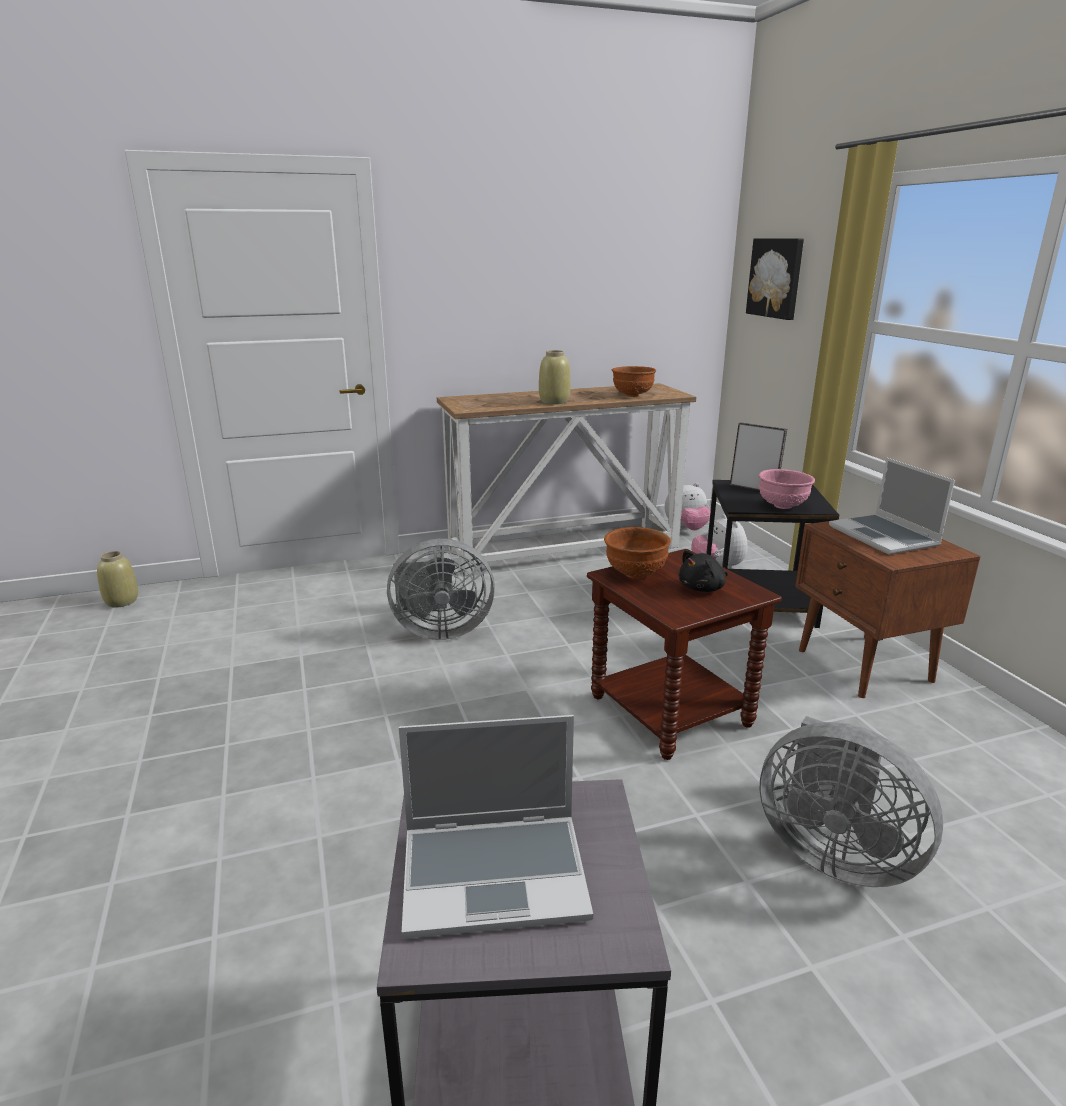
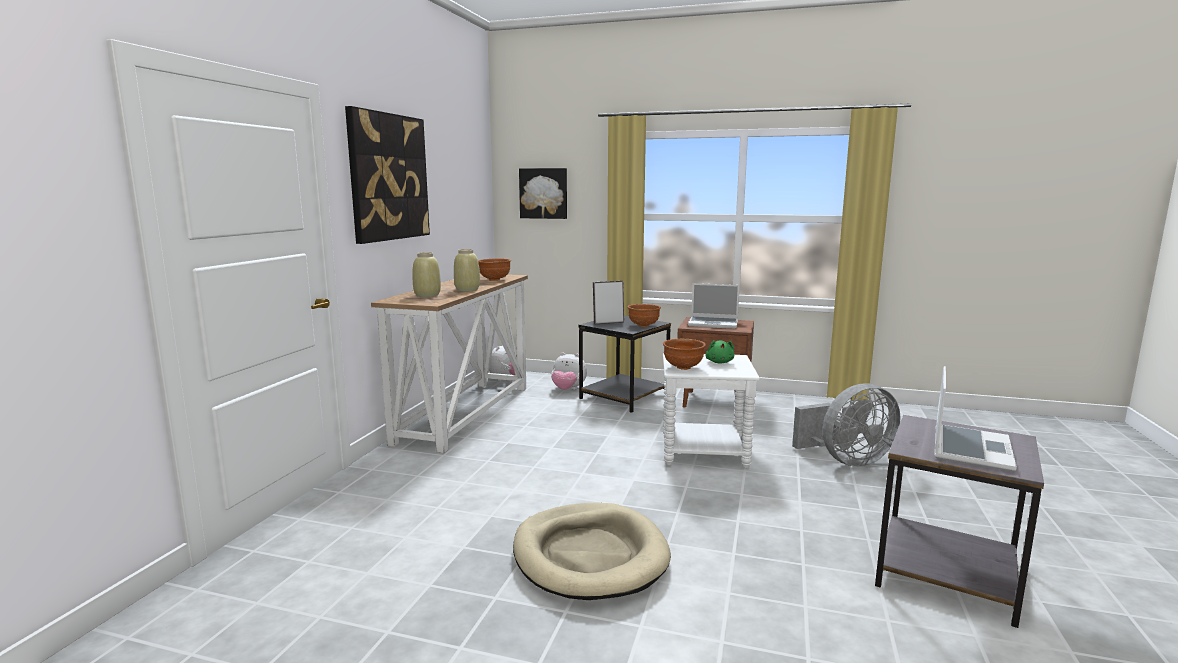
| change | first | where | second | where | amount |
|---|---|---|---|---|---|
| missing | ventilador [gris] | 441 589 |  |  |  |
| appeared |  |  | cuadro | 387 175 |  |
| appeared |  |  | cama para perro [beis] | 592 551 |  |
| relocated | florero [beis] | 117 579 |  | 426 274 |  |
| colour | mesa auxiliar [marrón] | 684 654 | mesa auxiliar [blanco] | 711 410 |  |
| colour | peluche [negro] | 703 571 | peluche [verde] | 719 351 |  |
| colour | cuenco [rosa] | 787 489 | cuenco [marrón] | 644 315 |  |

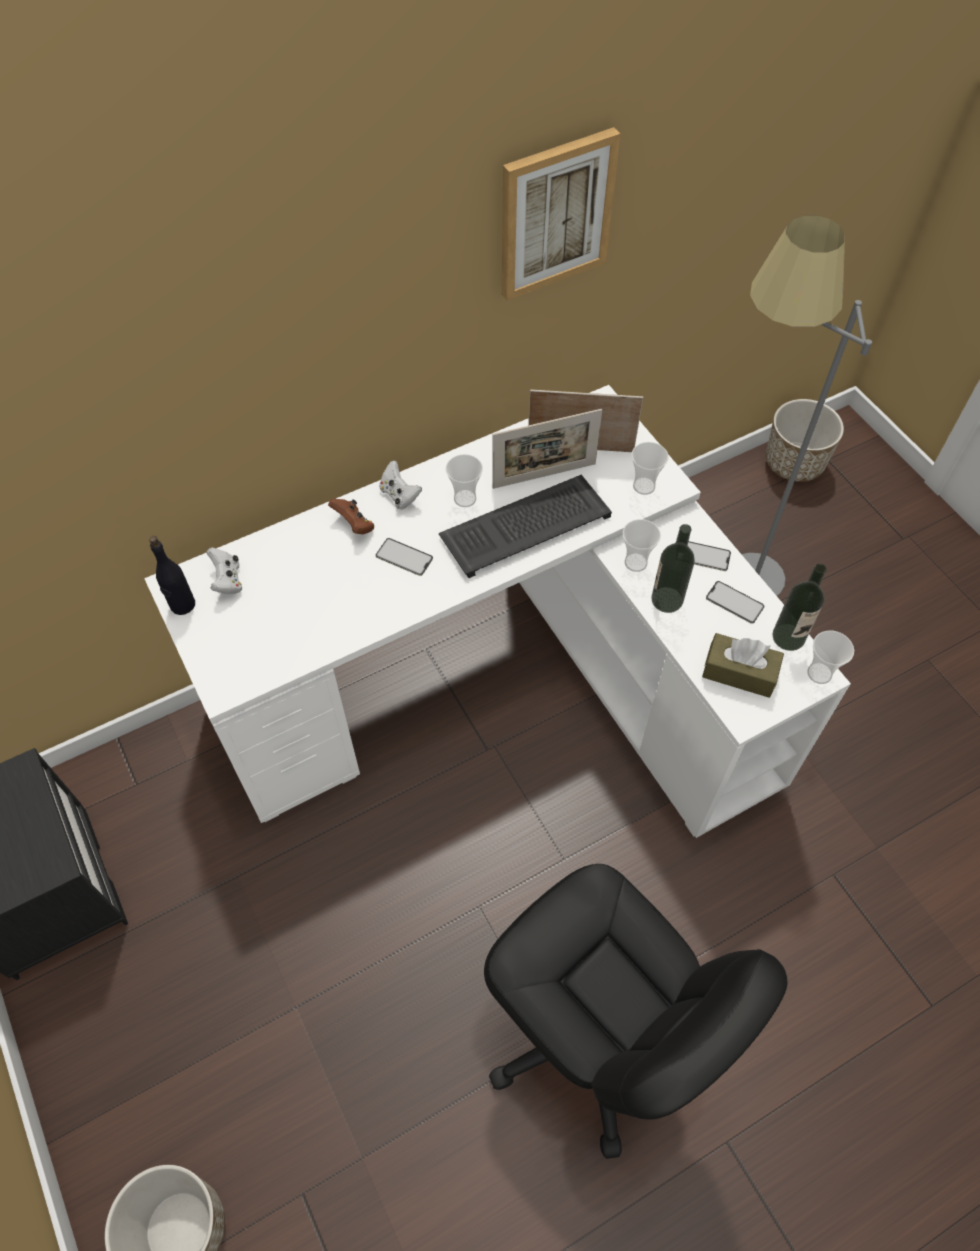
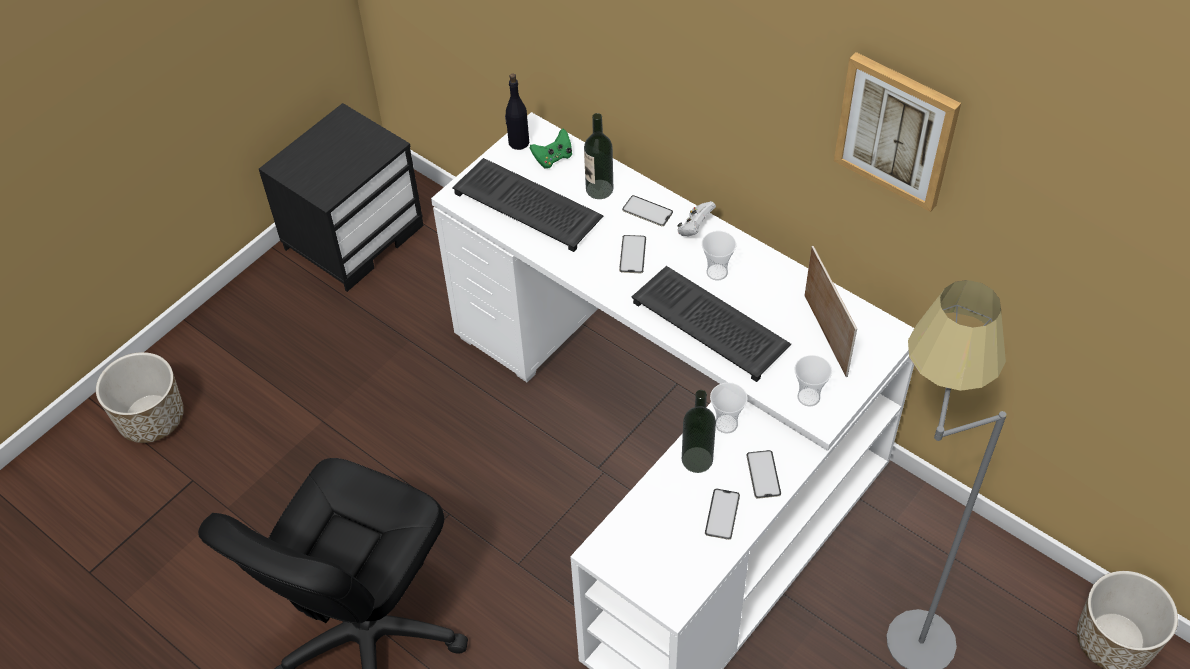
| change | first | where | second | where | amount |
|---|---|---|---|---|---|
| missing | portarretratos | 547 449 |  |  |  |
| missing | caja de pañuelos [marrón] | 743 665 |  |  |  |
| missing | taza | 830 657 |  |  |  |
| appeared |  |  | teclado | 527 205 |  |
| relocated | botella | 799 607 |  | 598 156 |  |
| exchanged | mando de consola [marrón] | 351 516 | móvil | 647 210 |  |
| colour | mando de consola [blanco] | 224 571 | mando de consola [verde] | 551 149 |  |

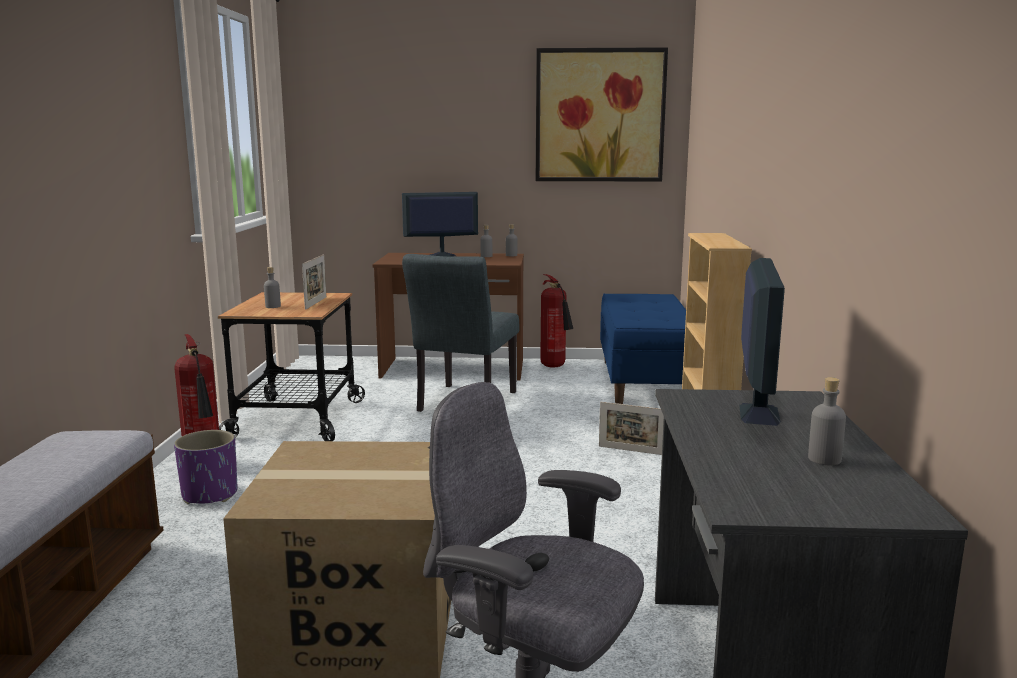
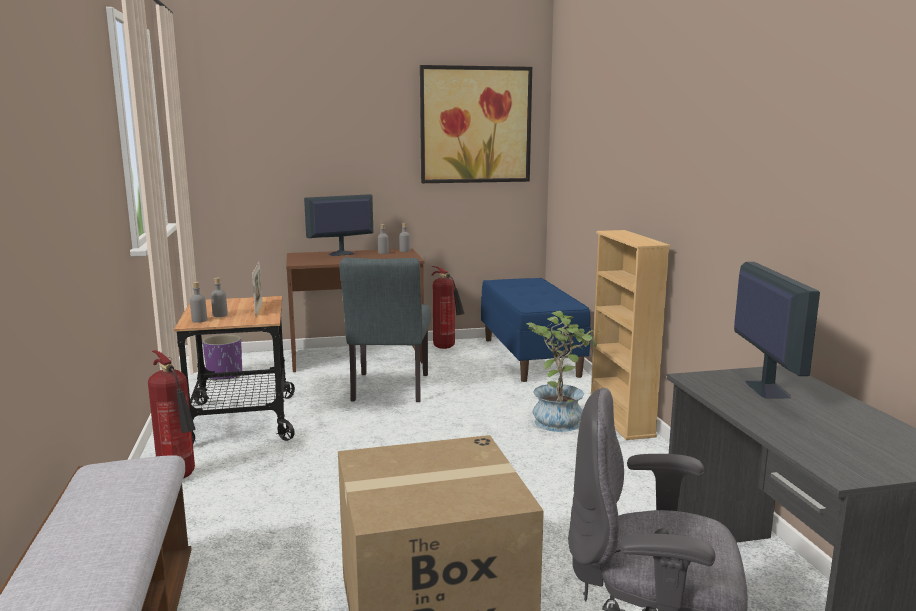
| change | first | where | second | where | amount |
|---|---|---|---|---|---|
| relocated | maceta [morado] | 205 467 |  | 222 357 |  |
| relocated | botella [gris] | 827 421 |  | 198 302 |  |
| exchanged | portarretratos | 631 428 | planta en maceta | 562 371 |  |

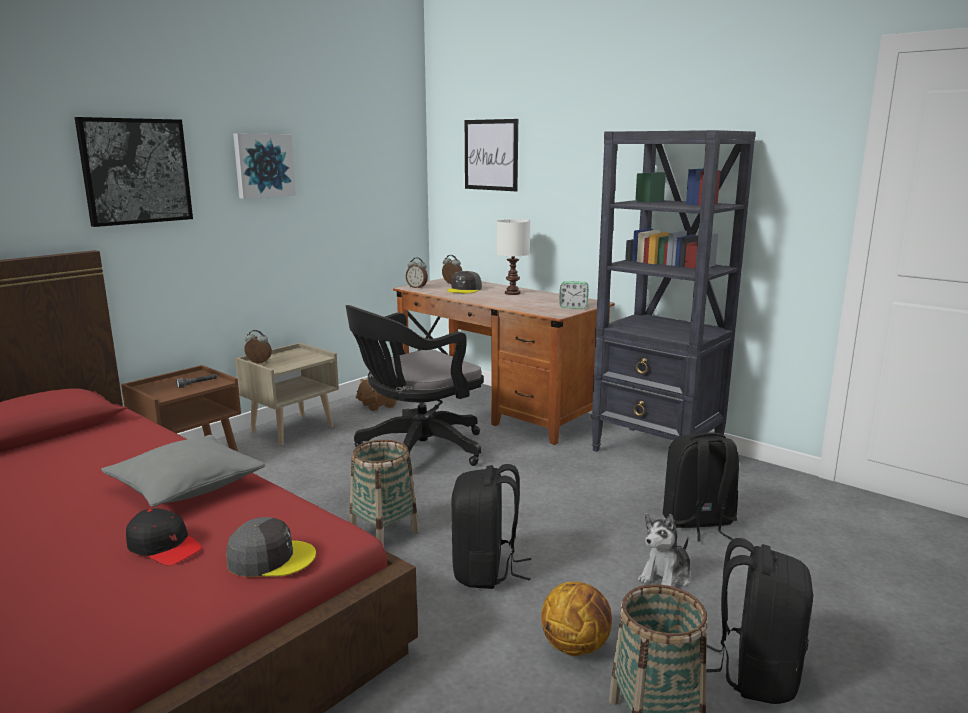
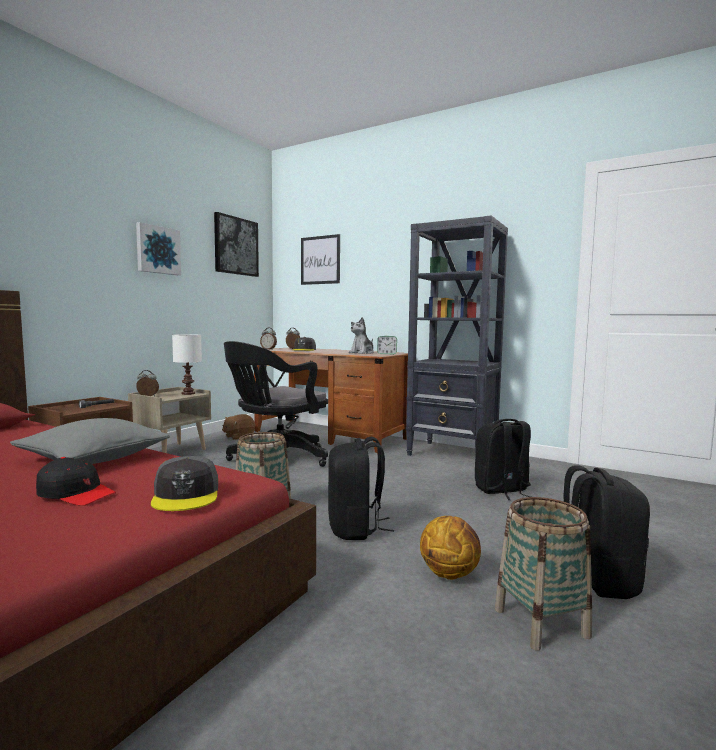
| change | first | where | second | where | amount |
|---|---|---|---|---|---|
| relocated | cuadro | 134 172 |  | 236 244 |  |
| relocated | lámpara de mesa [blanco] | 513 257 |  | 187 364 |  |
| relocated | peluche | 664 550 |  | 361 335 |  |
| spun | gorra [gris] | 271 547 |  | 184 483 | 90 degrees clockwise |

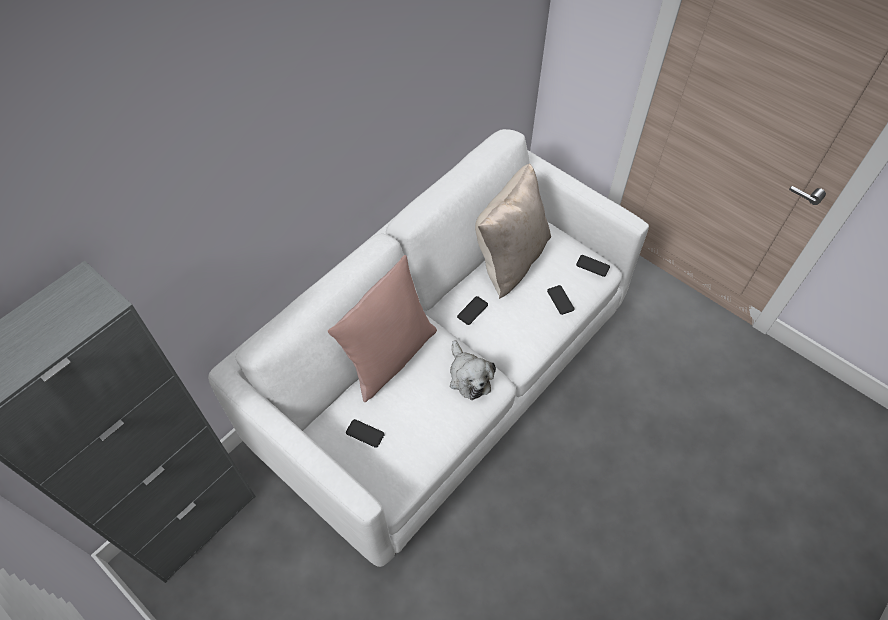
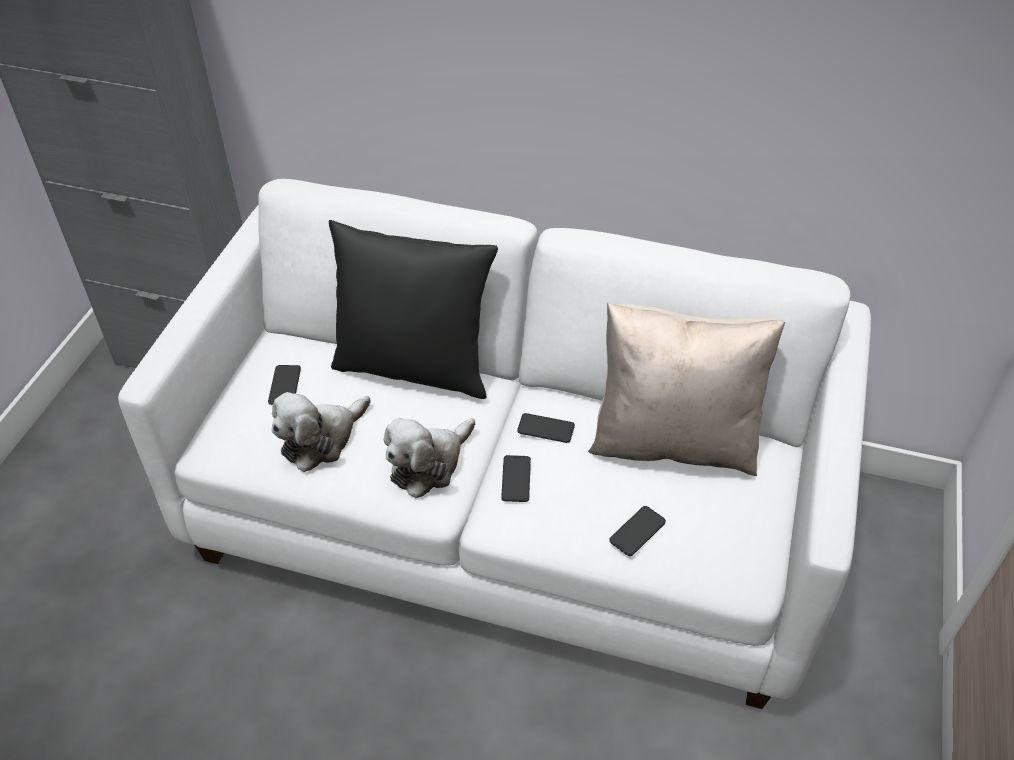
| change | first | where | second | where | amount |
|---|---|---|---|---|---|
| appeared |  |  | peluche | 321 432 |  |
| relocated | móvil | 593 266 |  | 516 478 |  |
| colour | cojín [rosa] | 382 328 | cojín [negro] | 413 309 |  |

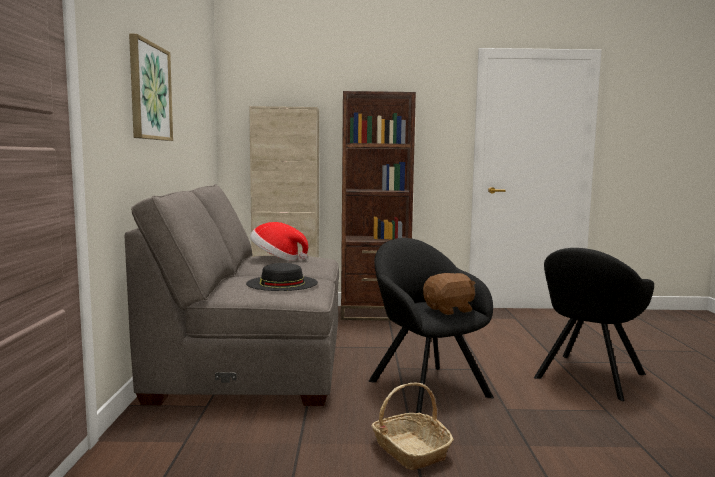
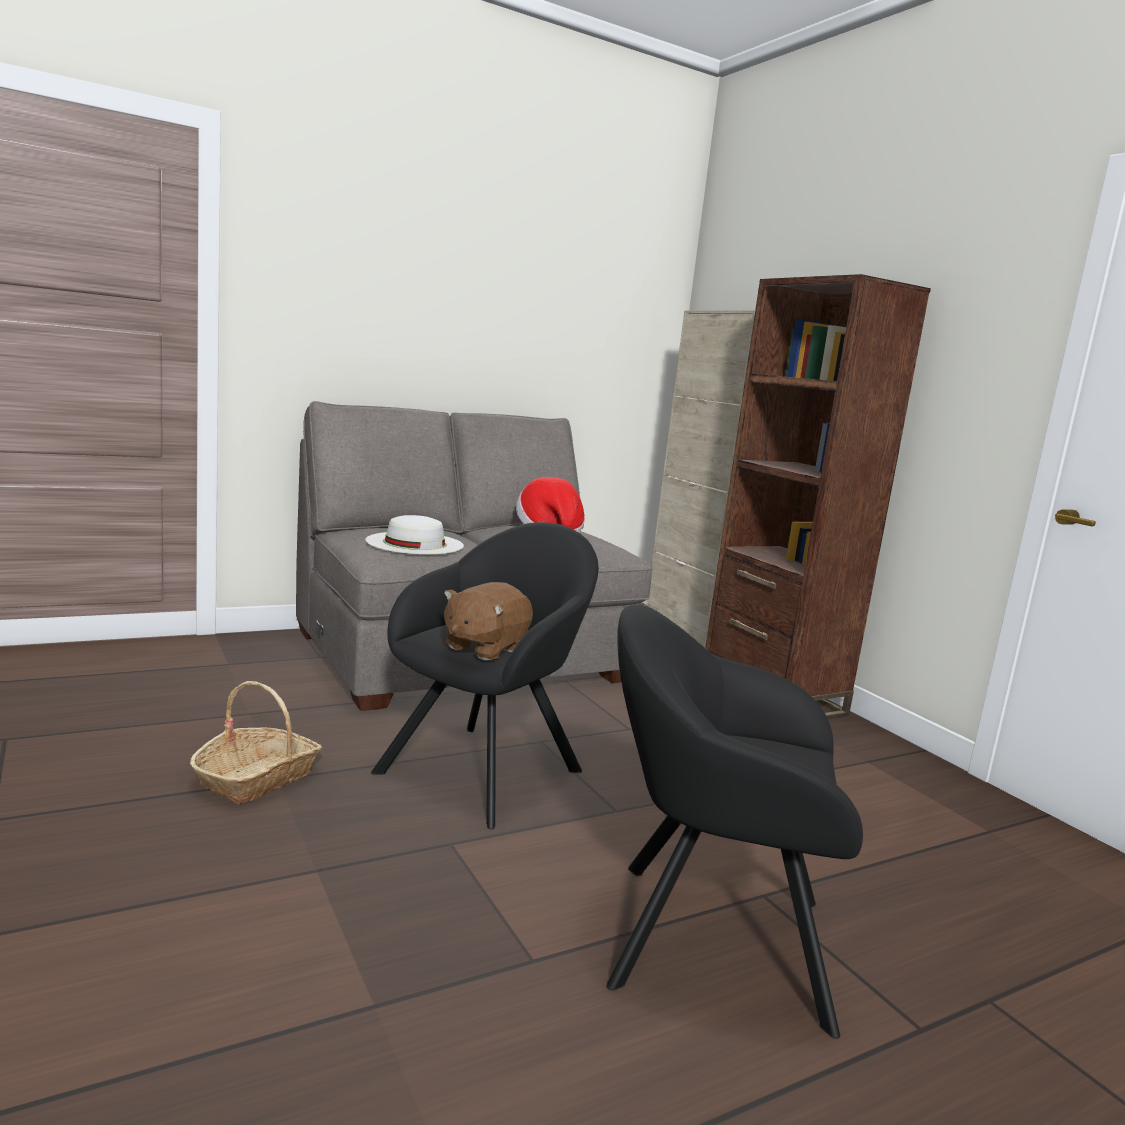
| change | first | where | second | where | amount |
|---|---|---|---|---|---|
| missing | cuadro | 151 87 |  |  |  |
| colour | sombrero [negro] | 282 277 | sombrero [blanco] | 414 534 |  |
| spun | peluche [marrón] | 449 294 |  | 488 621 | 90 degrees clockwise |

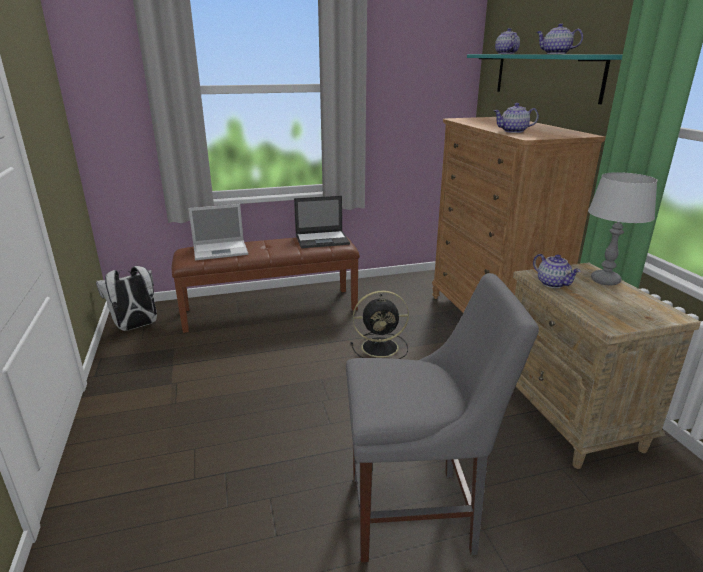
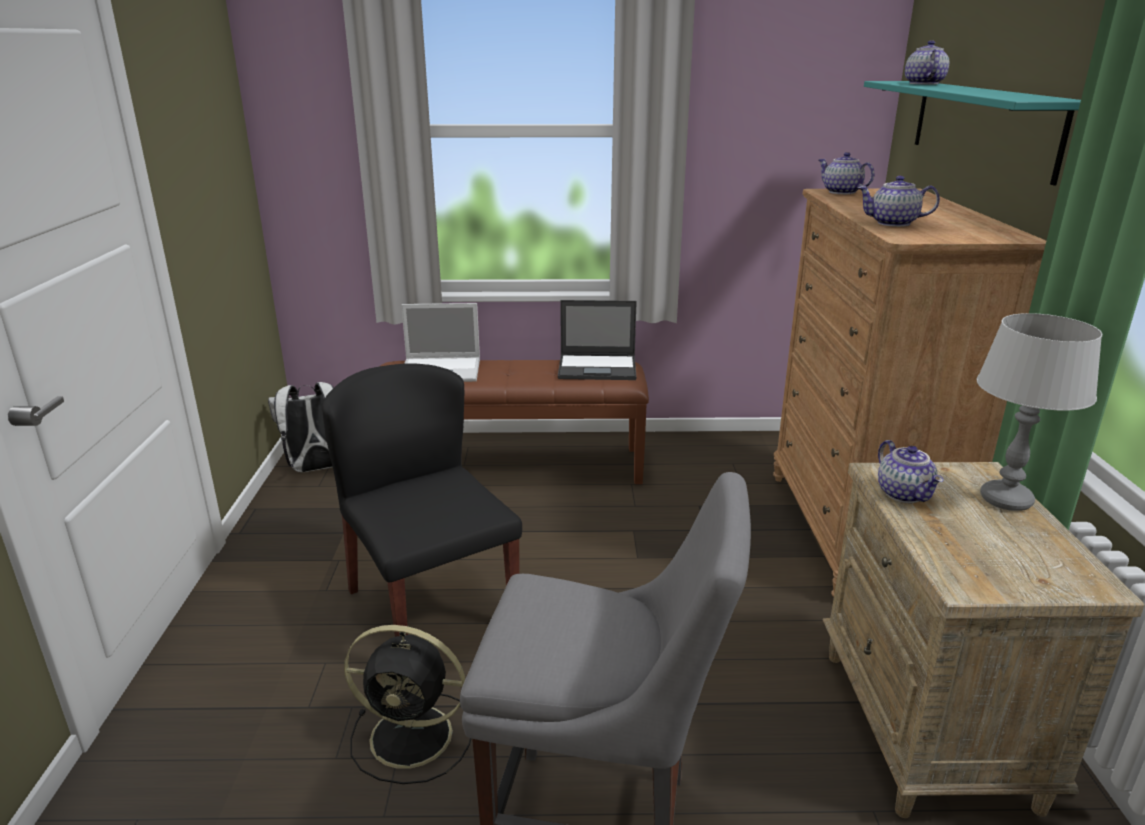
| change | first | where | second | where | amount |
|---|---|---|---|---|---|
| appeared |  |  | silla [negro] | 422 500 |  |
| relocated | ventilador [negro] | 380 324 |  | 408 704 |  |
| relocated | tetera | 559 38 |  | 846 173 |  |

